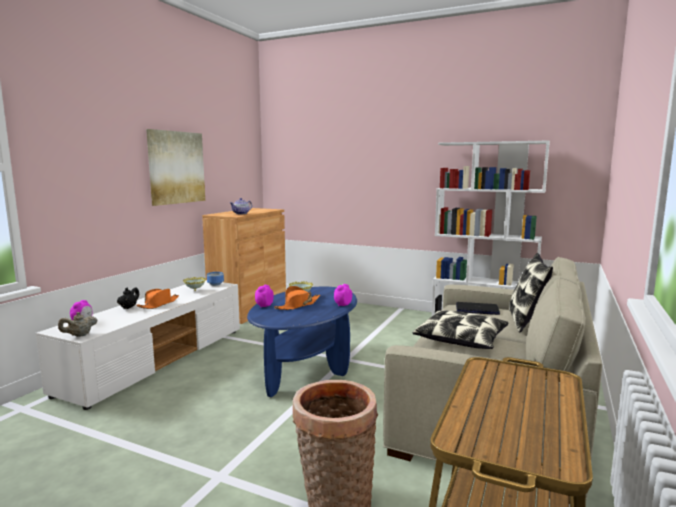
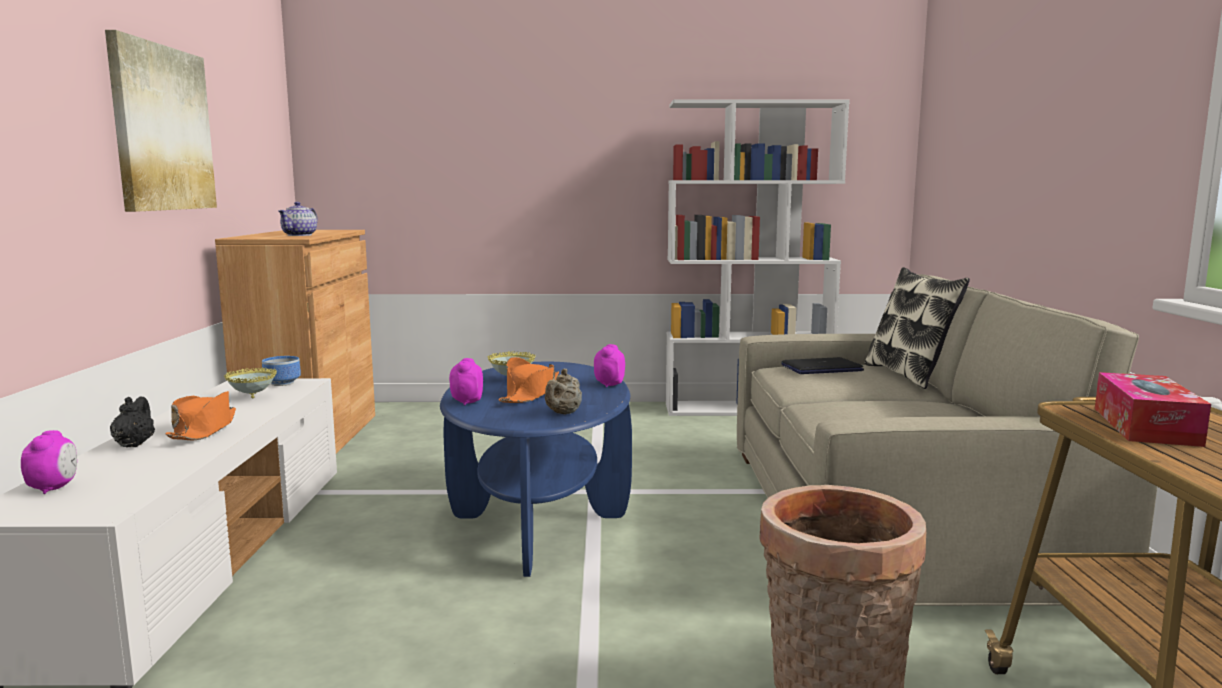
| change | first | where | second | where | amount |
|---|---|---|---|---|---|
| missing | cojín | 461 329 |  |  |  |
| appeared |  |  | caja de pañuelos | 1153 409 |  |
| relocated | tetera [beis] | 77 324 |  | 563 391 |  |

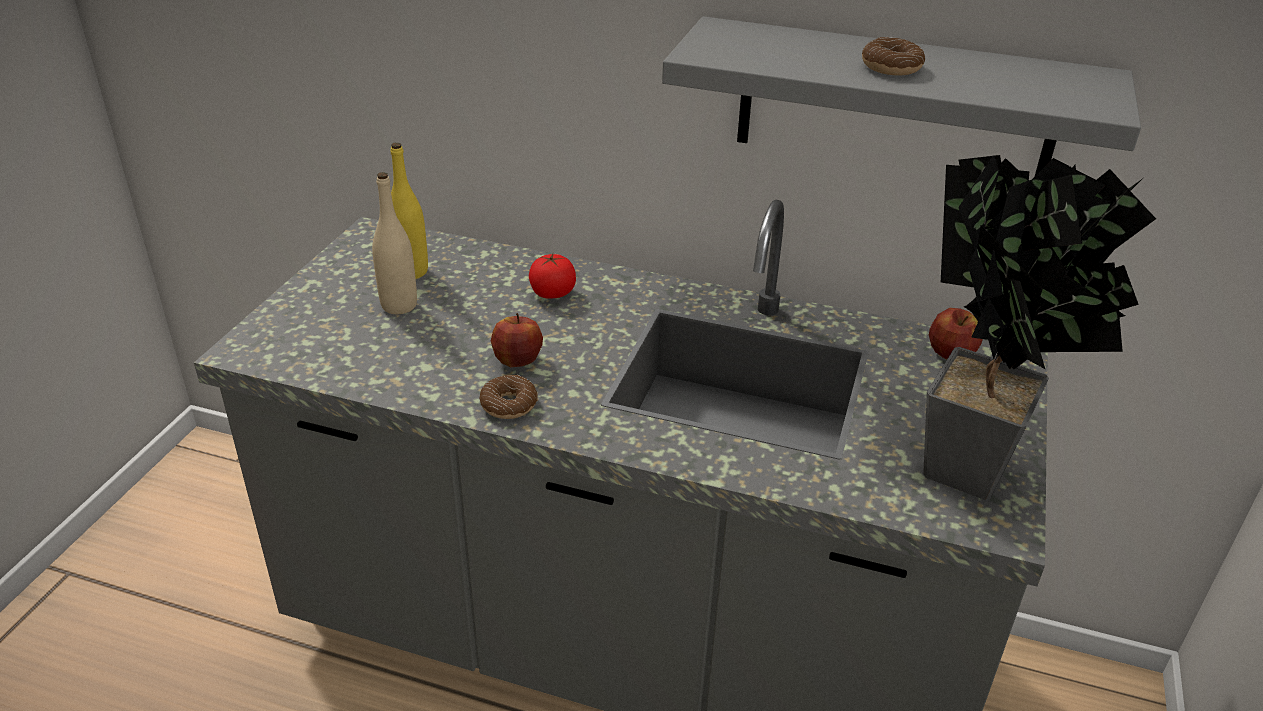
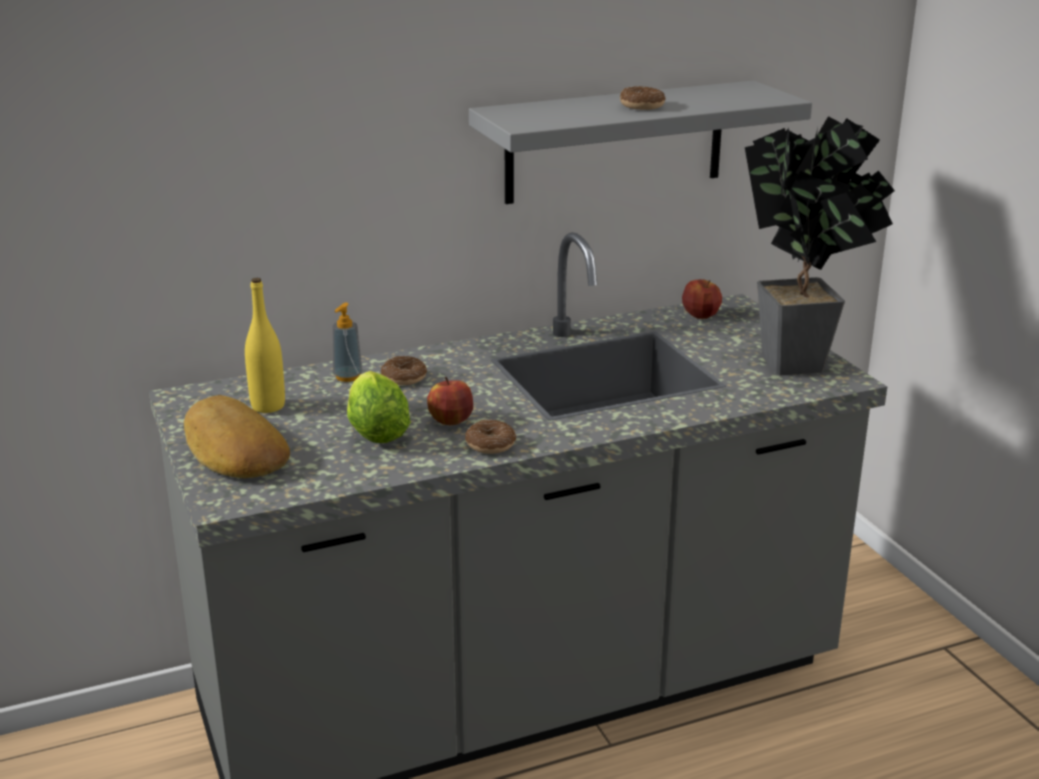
| change | first | where | second | where | amount |
|---|---|---|---|---|---|
| missing | botella [beis] | 394 243 |  |  |  |
| appeared |  |  | pan | 237 436 |  |
| appeared |  |  | dispensador de jabón | 347 342 |  |
| appeared |  |  | lechuga | 379 407 |  |
| exchanged | tomate | 552 276 | rosquilla | 404 370 |  |

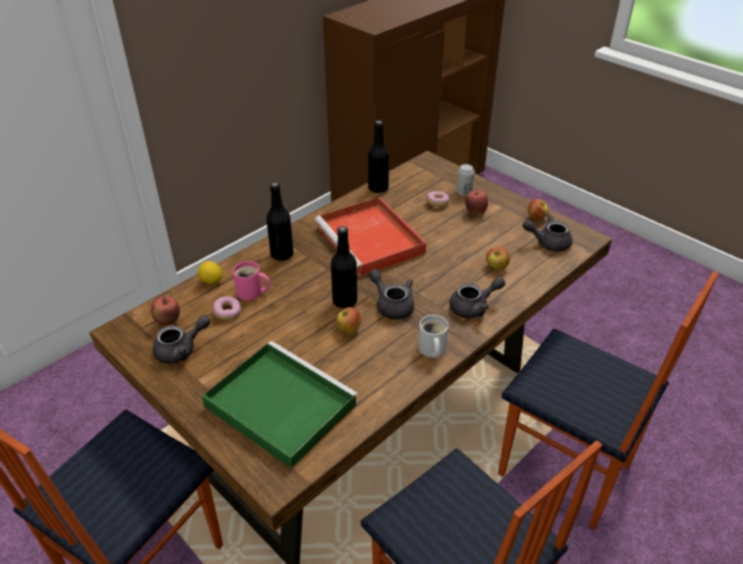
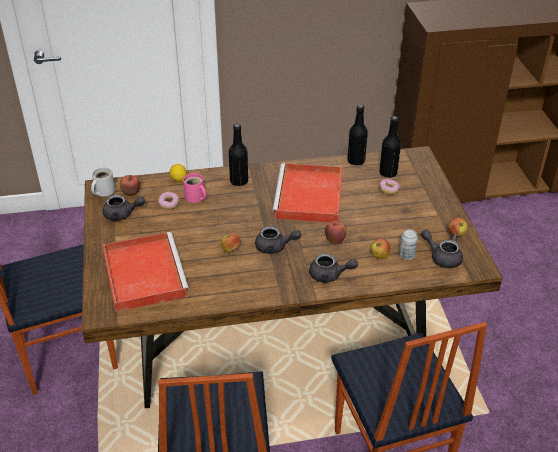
| change | first | where | second | where | amount |
|---|---|---|---|---|---|
| relocated | botella [negro] | 344 267 |  | 390 147 |  |
| relocated | taza grande [blanco] | 433 336 |  | 103 182 |  |
| relocated | lata | 465 180 |  | 408 245 |  |
| relocated | manzana | 476 202 |  | 335 232 |  |
| colour | bandeja [verde] | 280 405 | bandeja [rojo] | 145 272 |  |
| spun | tetera [gris] | 391 294 |  | 278 240 | 105 degrees clockwise |

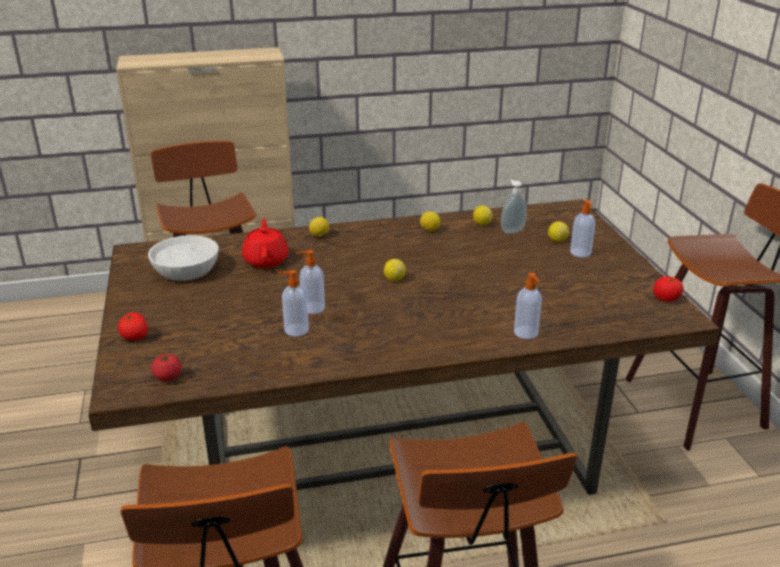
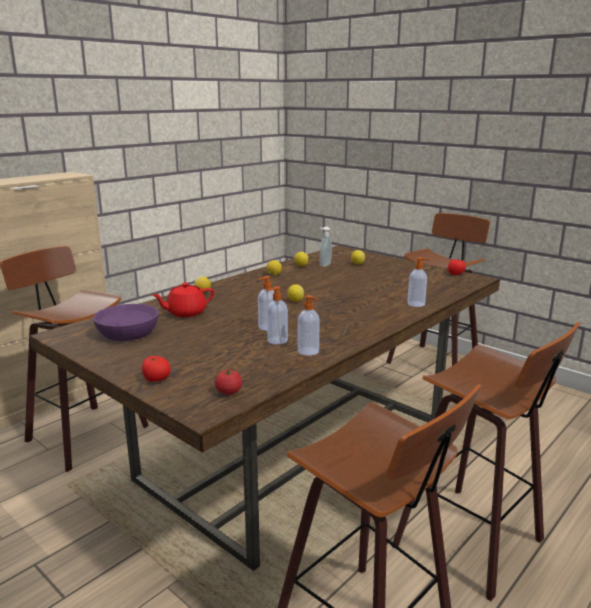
| change | first | where | second | where | amount |
|---|---|---|---|---|---|
| relocated | dispensador de jabón | 582 228 |  | 309 325 |  |
| colour | cuenco [blanco] | 183 258 | cuenco [morado] | 126 322 |  |
| spun | tetera [rojo] | 265 243 |  | 183 300 | 75 degrees counterclockwise |

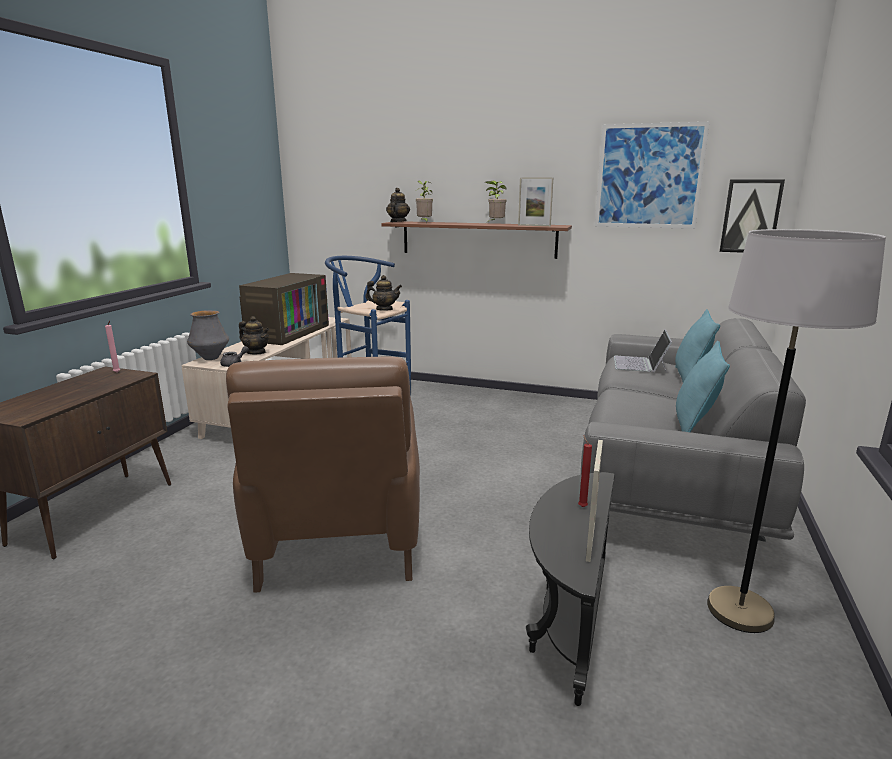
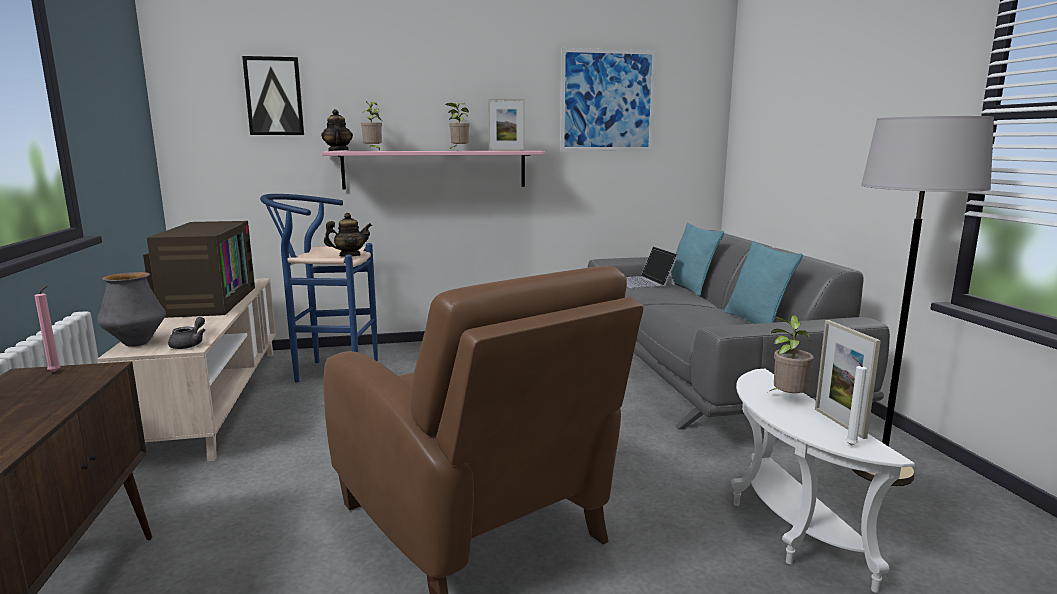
| change | first | where | second | where | amount |
|---|---|---|---|---|---|
| missing | tetera | 254 335 |  |  |  |
| appeared |  |  | vela [blanco] | 856 401 |  |
| relocated | cuadro | 752 216 |  | 273 95 |  |
| exchanged | vela [rojo] | 585 471 | planta en maceta | 792 354 |  |
| colour | estante [marrón] | 476 240 | estante [rosa] | 433 170 |  |
| colour | mesa auxiliar [negro] | 570 589 | mesa auxiliar [blanco] | 823 481 |  |

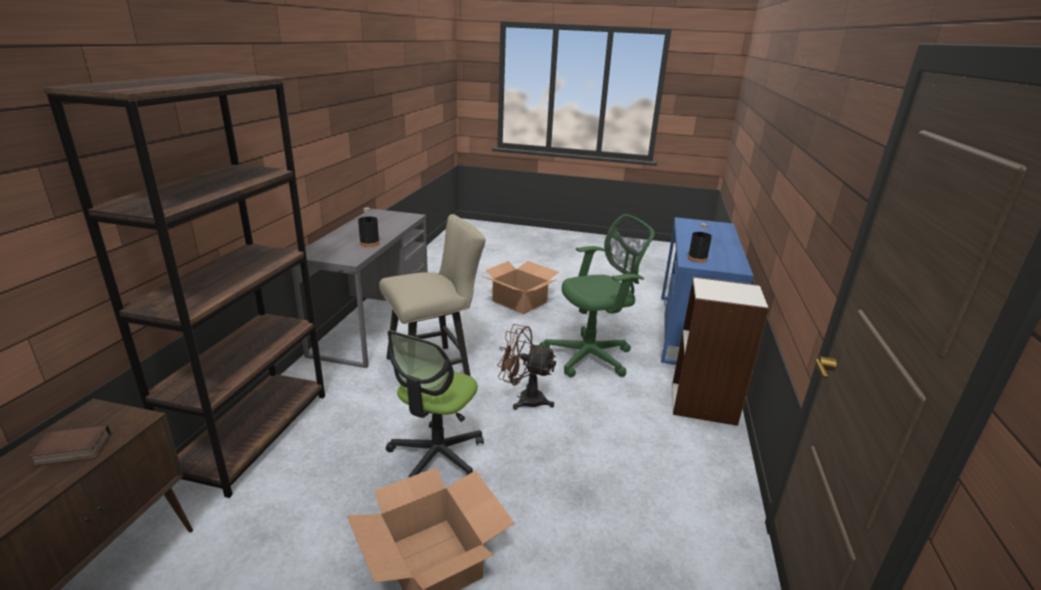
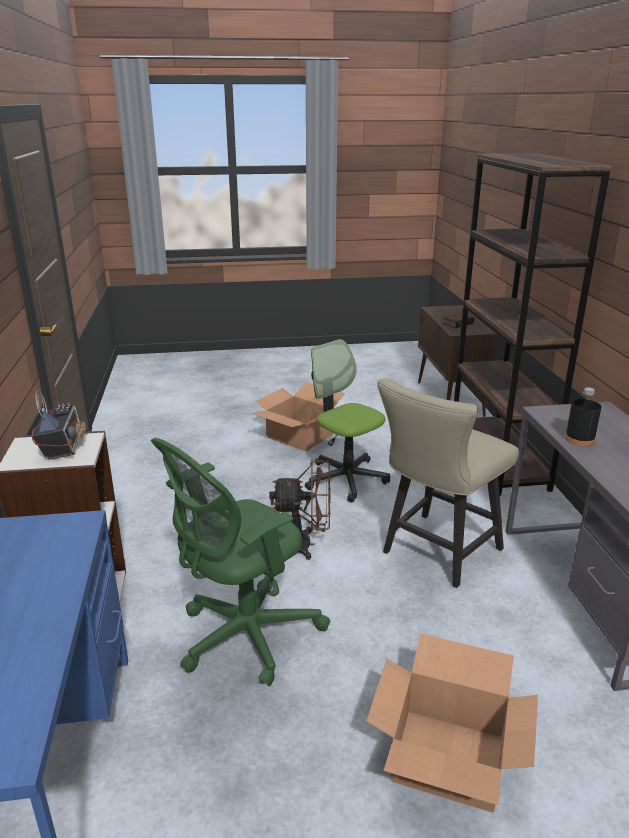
| change | first | where | second | where | amount |
|---|---|---|---|---|---|
| missing | botella [negro] | 700 243 |  |  |  |
| appeared |  |  | radio | 59 425 |  |
| spun | silla de oficina | 435 404 |  | 347 420 | 45 degrees counterclockwise |

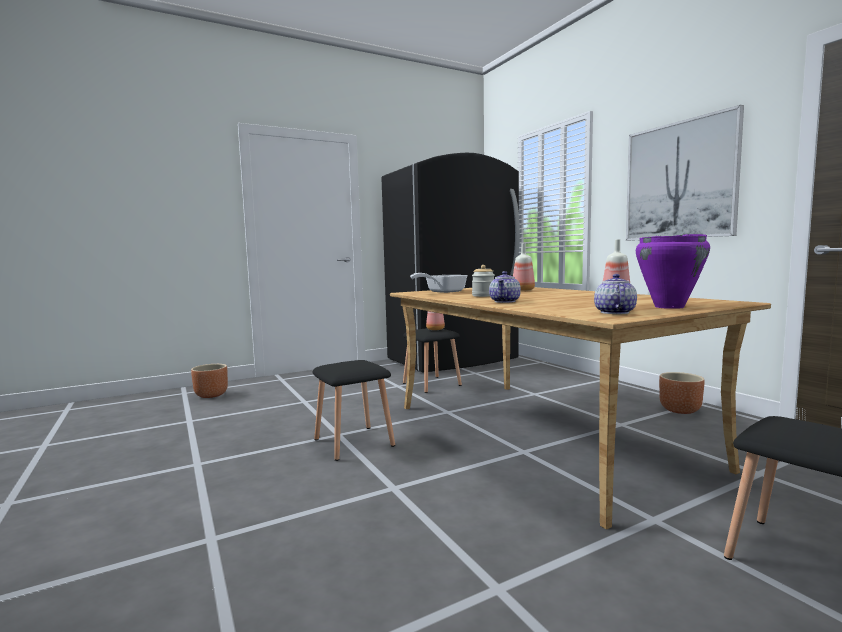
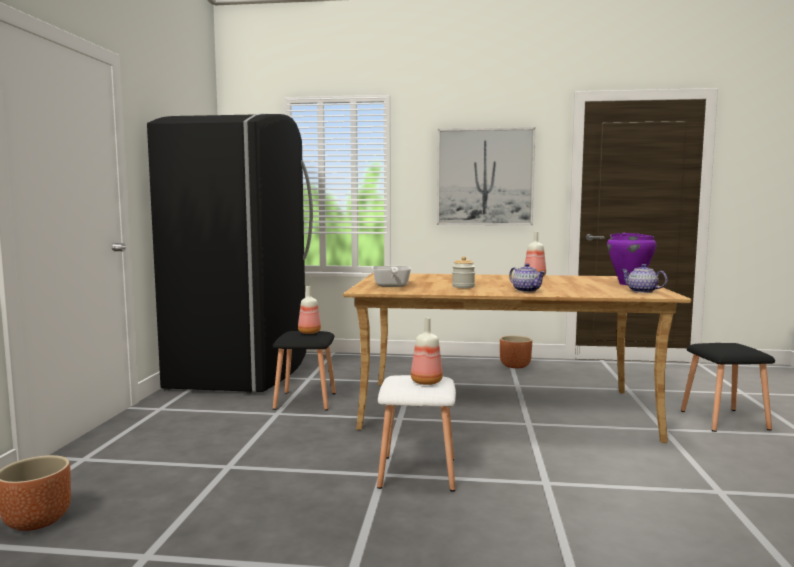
| change | first | where | second | where | amount |
|---|---|---|---|---|---|
| relocated | botella | 524 267 |  | 427 351 |  |
| colour | taburete [negro] | 354 410 | taburete [blanco] | 416 433 |  |

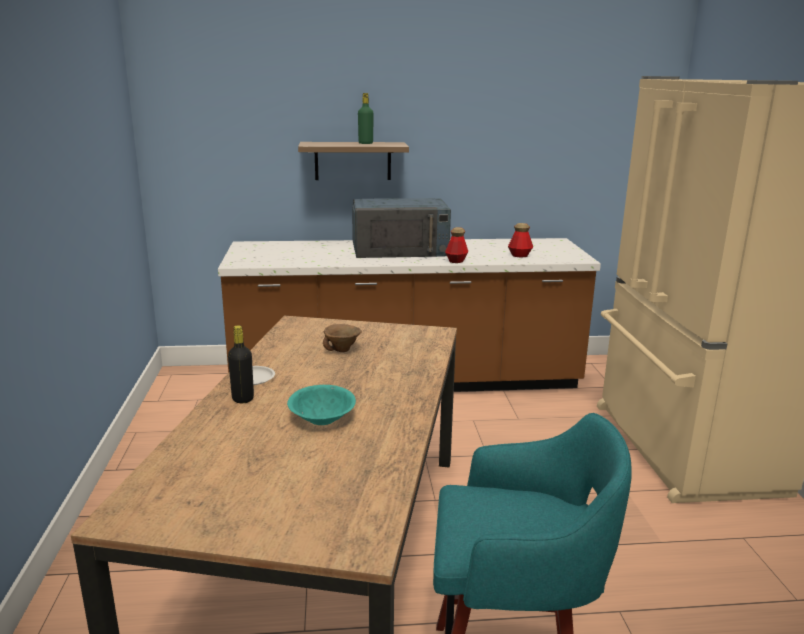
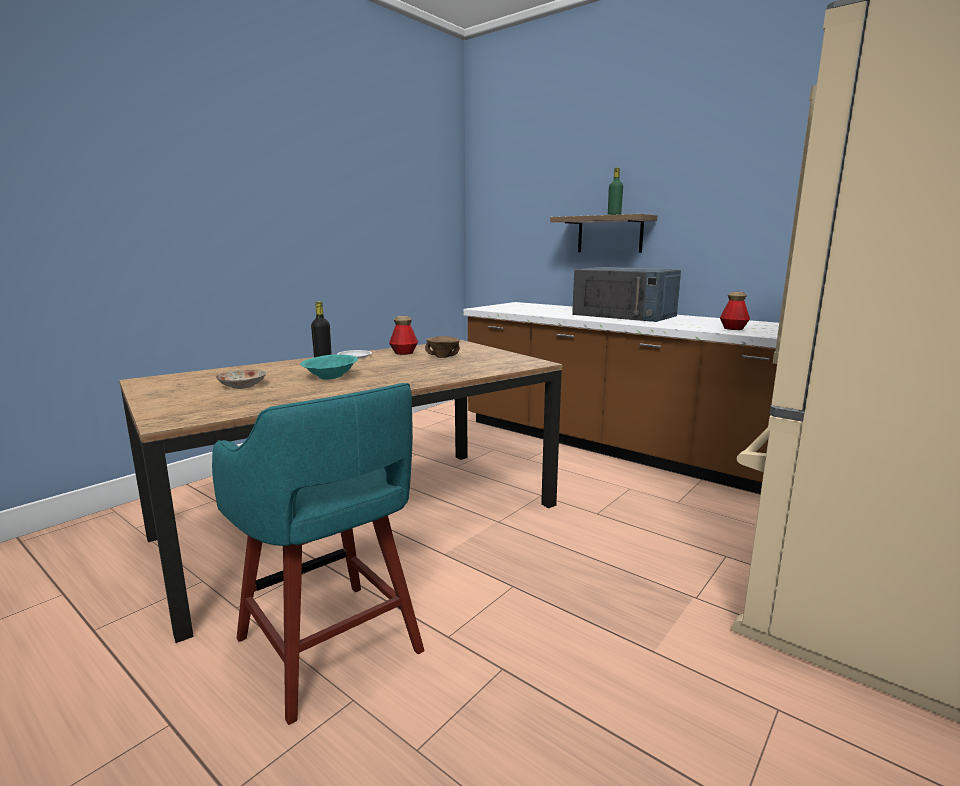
| change | first | where | second | where | amount |
|---|---|---|---|---|---|
| appeared |  |  | plato | 241 379 |  |
| relocated | botella | 456 245 |  | 403 335 |  |

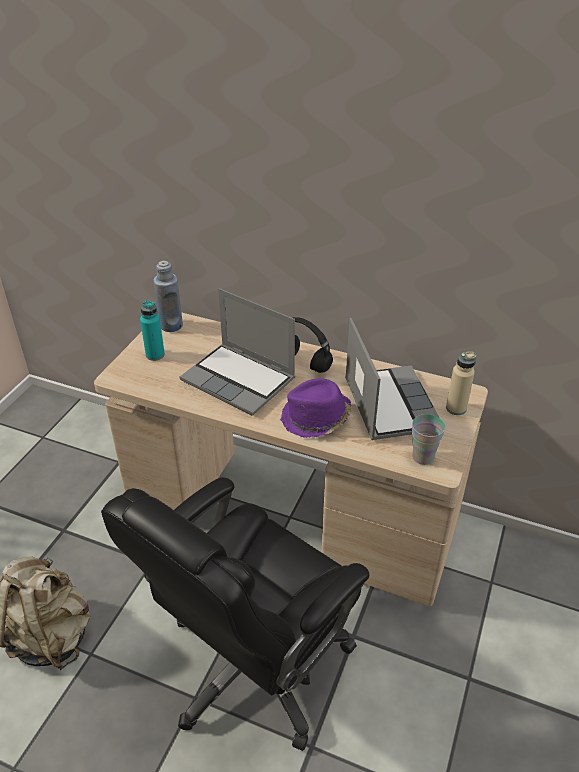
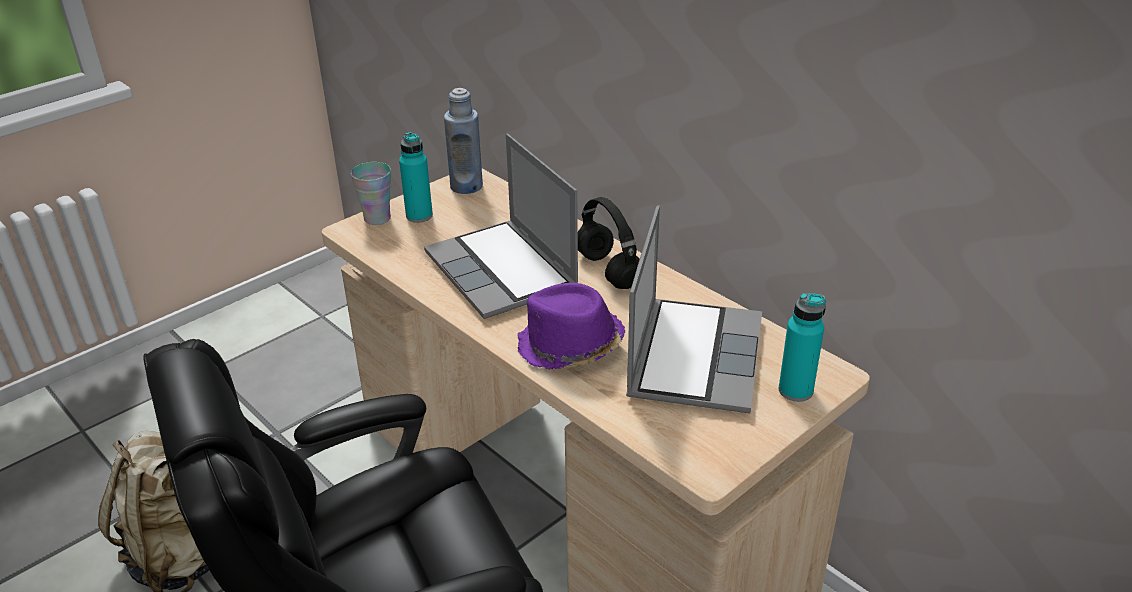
| change | first | where | second | where | amount |
|---|---|---|---|---|---|
| relocated | taza | 428 439 |  | 371 193 |  |
| colour | botella [beis] | 461 383 | botella [turquesa] | 802 347 |  |

